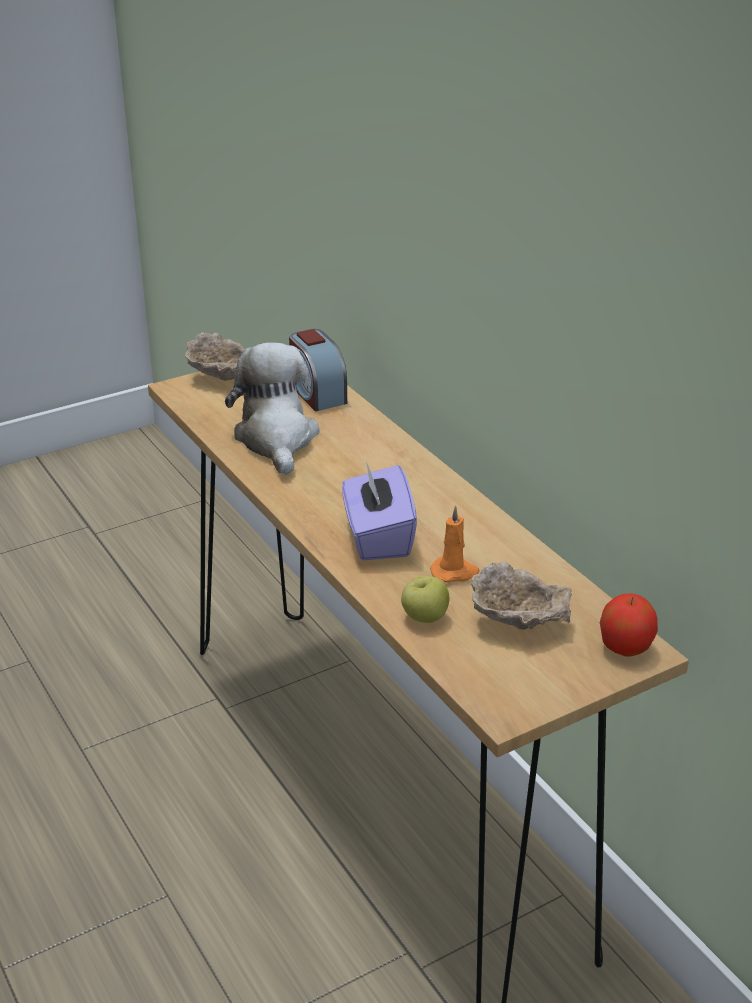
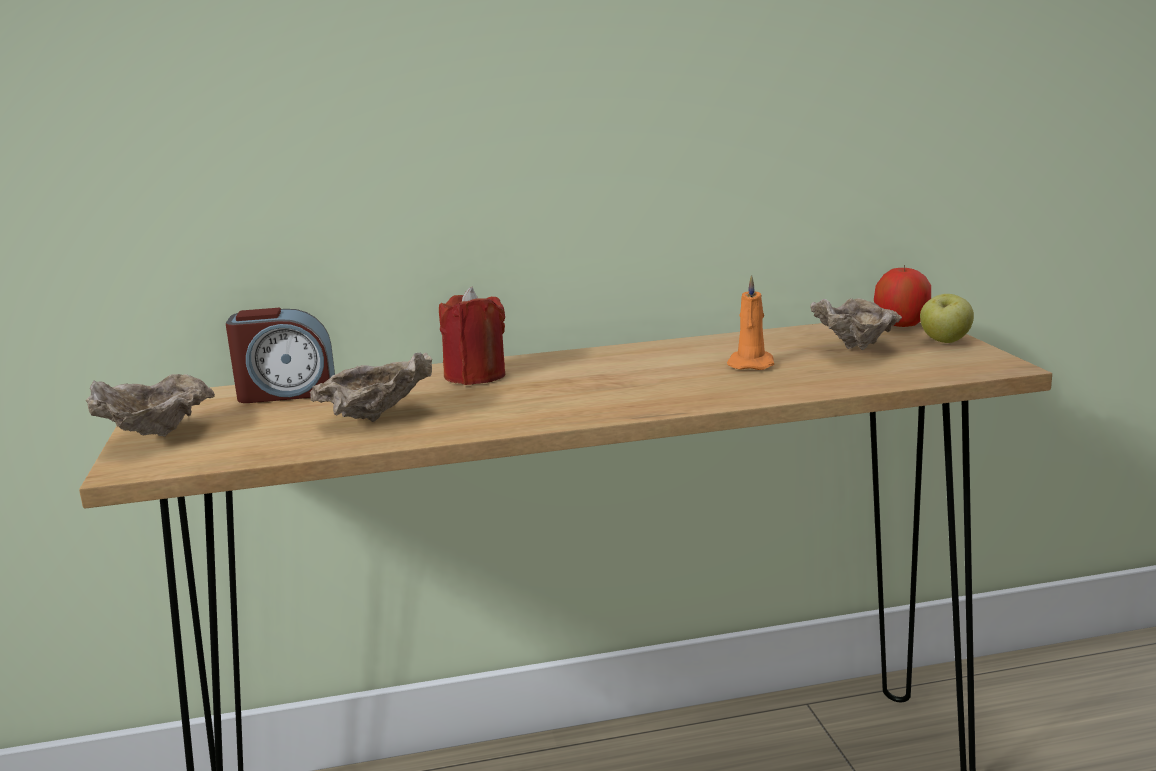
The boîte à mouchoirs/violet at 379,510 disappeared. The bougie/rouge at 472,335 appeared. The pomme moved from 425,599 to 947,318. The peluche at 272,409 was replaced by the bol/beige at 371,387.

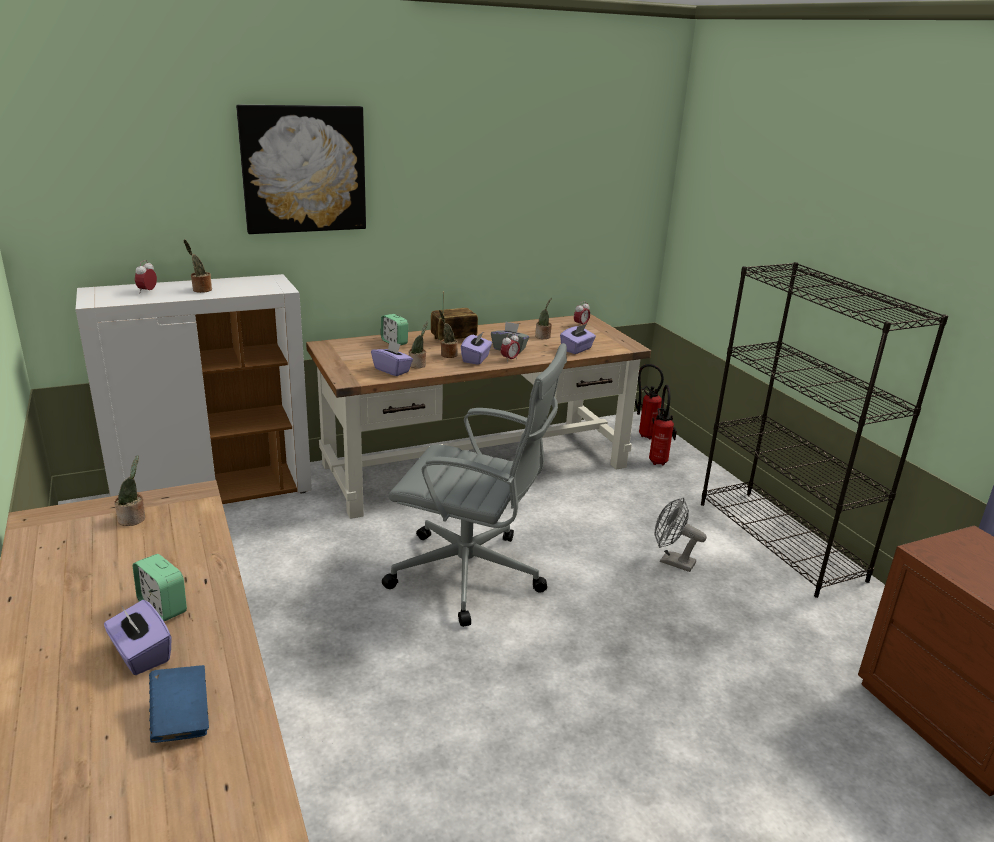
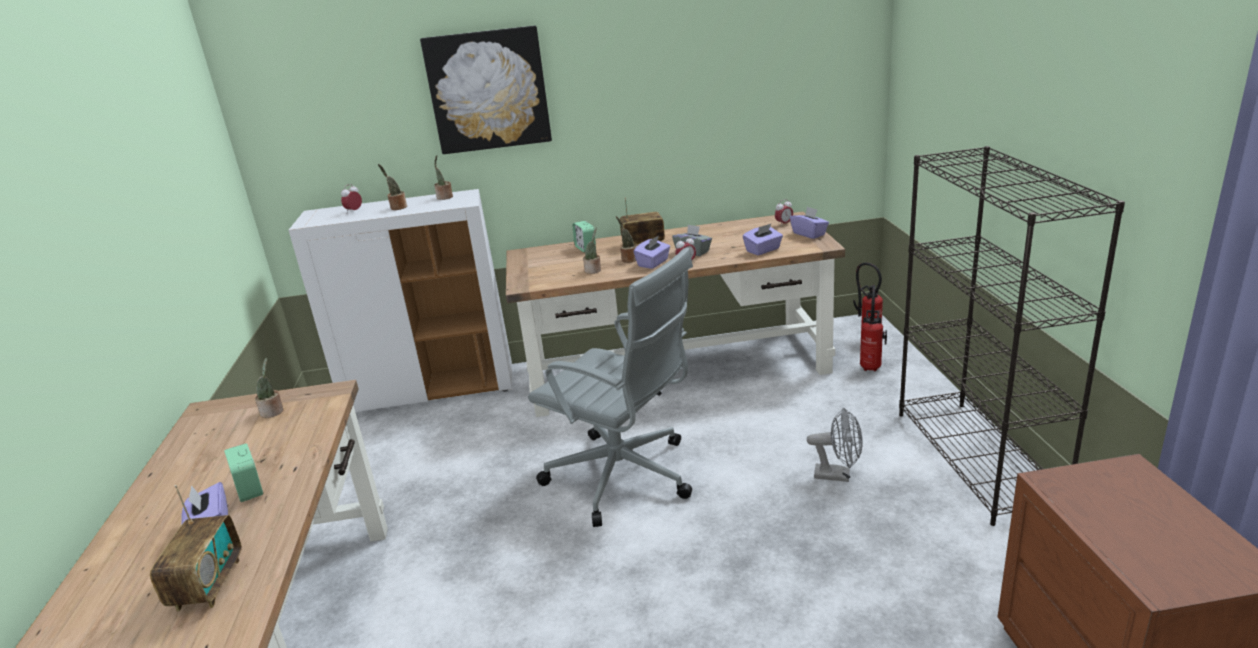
The boîte à mouchoirs/violet moved from 392,358 to 809,223. The plante en pot moved from 543,318 to 443,177. The livre/bleu at 179,704 was replaced by the radio at 196,548. The ventilateur/gris at 680,535 turned 150 degrees clockwise.

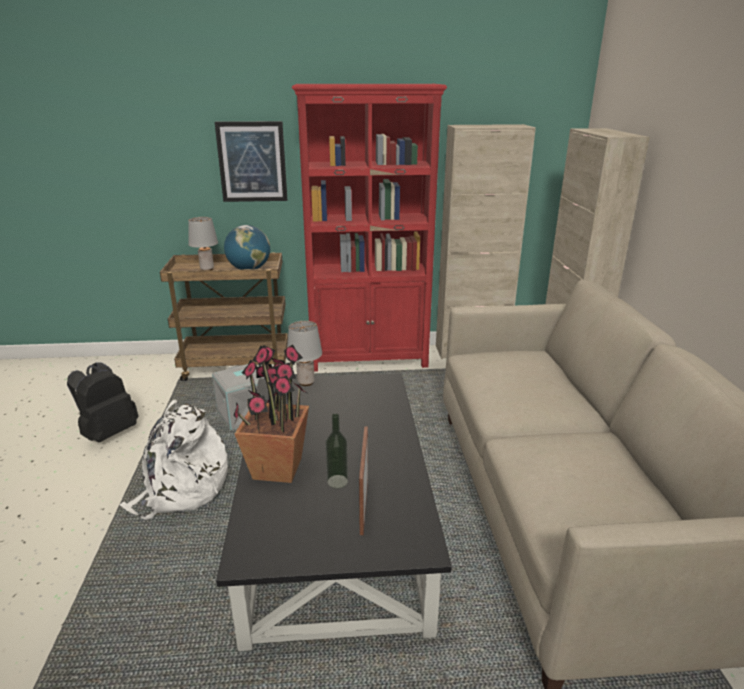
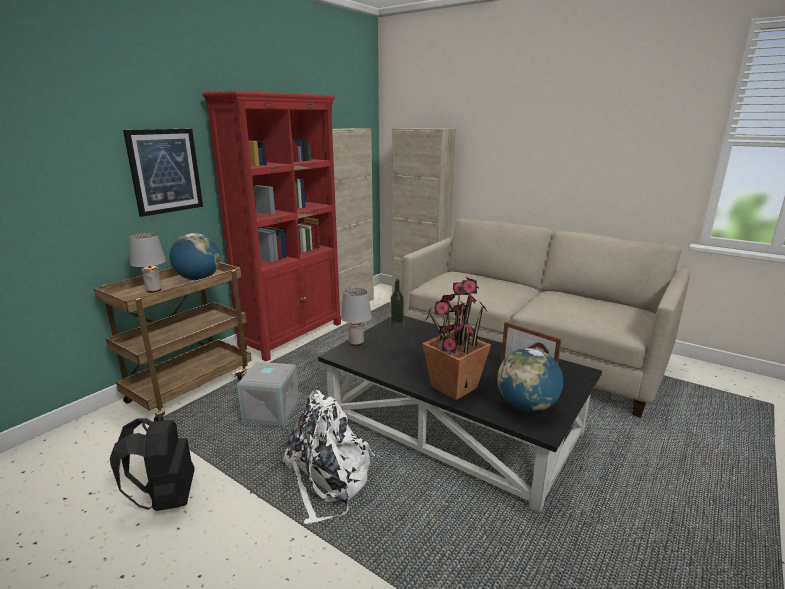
The globe at 530,380 appeared. The bouteille moved from 336,451 to 397,303.

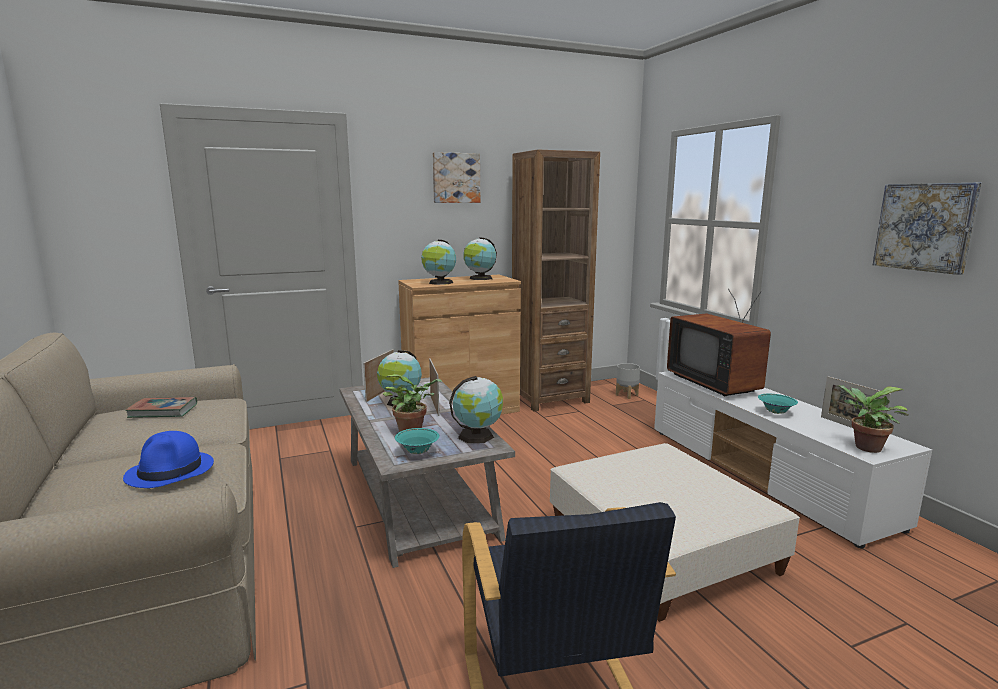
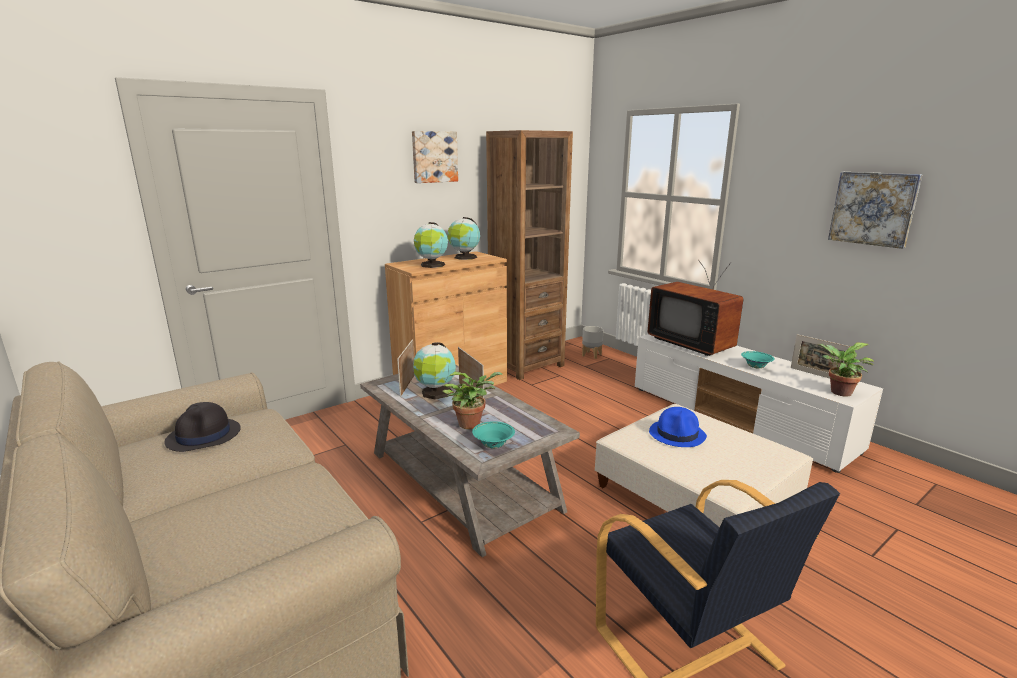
The globe at 476,409 disappeared. The chapeau/bleu moved from 168,459 to 678,427. The livre at 161,407 was replaced by the chapeau/noir at 202,427.

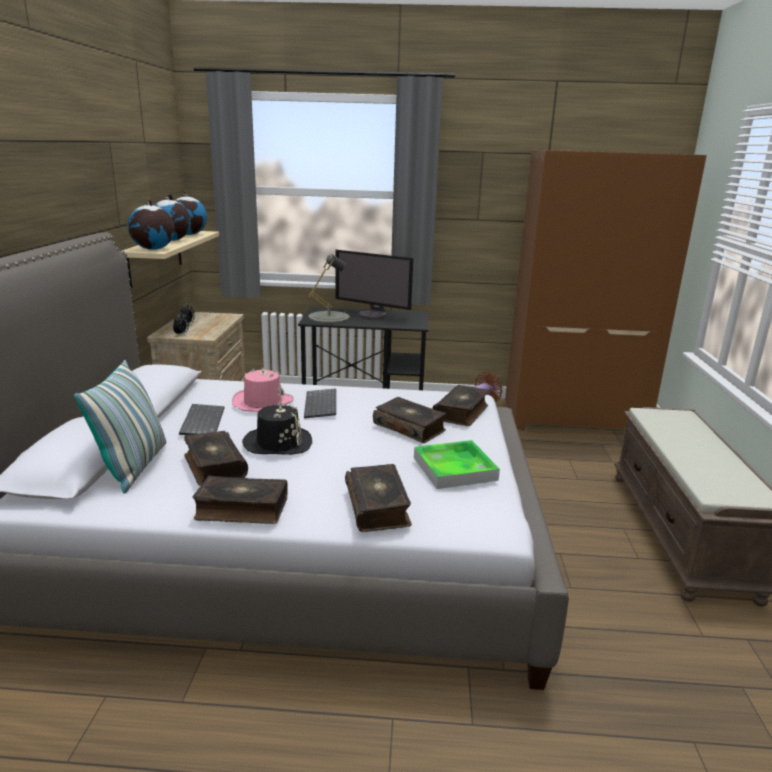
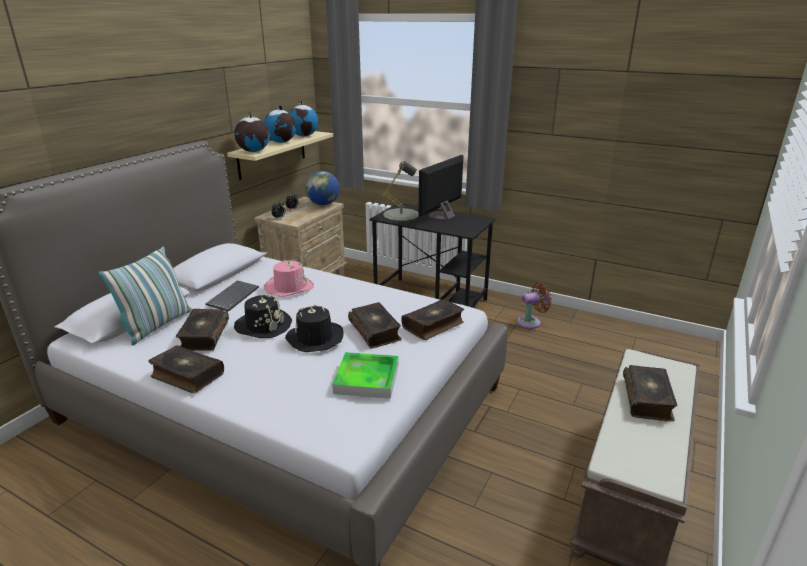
The clavier at 320,403 disappeared. The armoire/marron at 606,290 disappeared. The chapeau/noir at 314,328 appeared. The globe at 322,188 appeared. The livre moved from 378,498 to 650,393. The écran d'ordinateur at 374,284 turned 75 degrees clockwise.

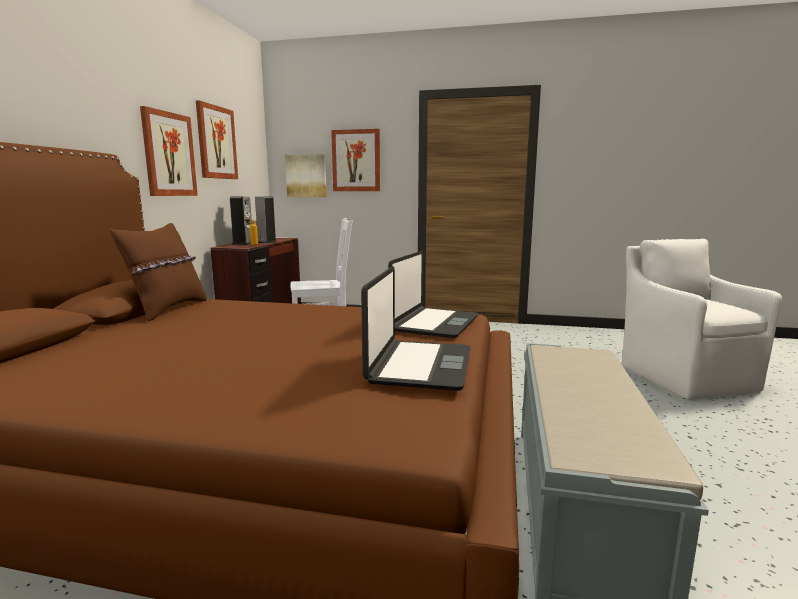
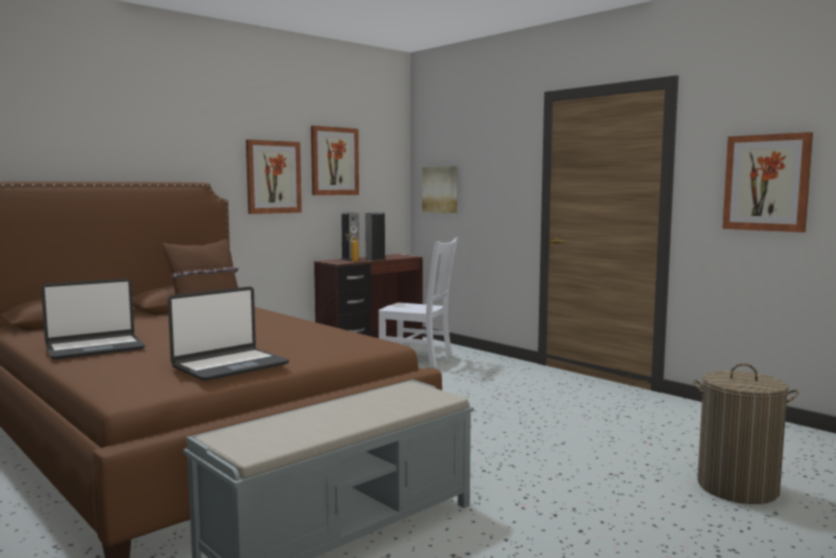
The tableau moved from 355,160 to 767,182. The ordinateur portable moved from 433,294 to 93,319. The fauteuil/blanc at 702,319 was replaced by the panier à linge at 746,433.

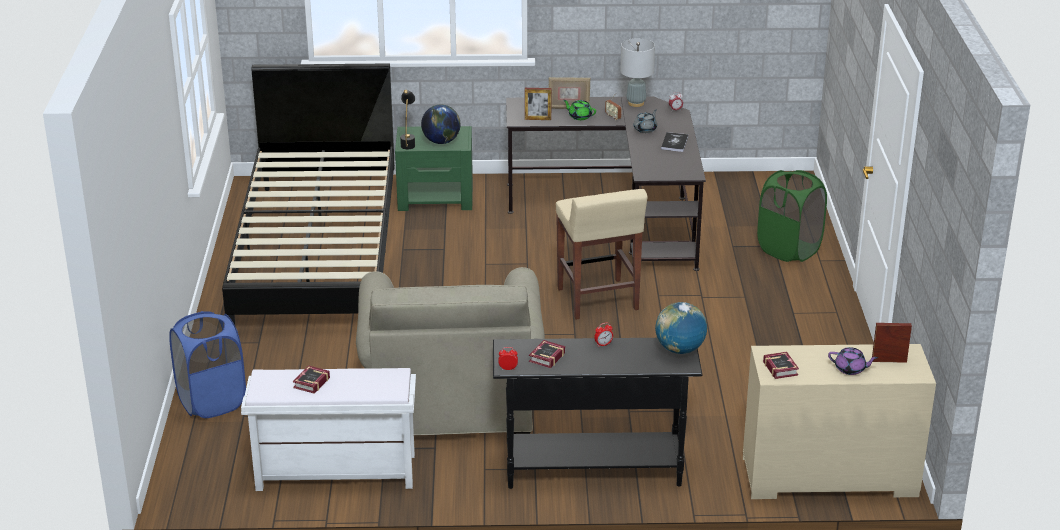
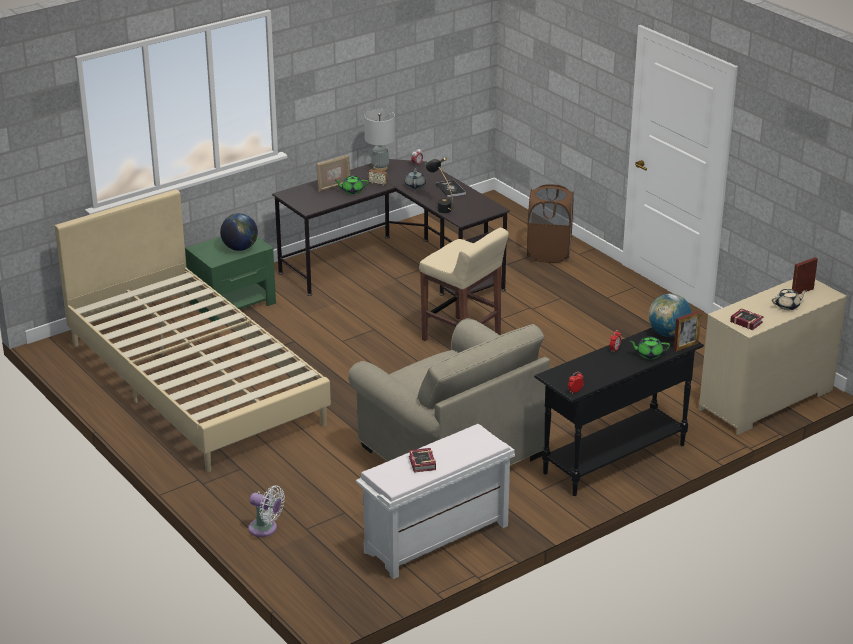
The livre at 547,354 disappeared. The théière/vert at 649,348 appeared. The lampe de table/noir moved from 407,119 to 439,185. The cadre photo moved from 538,104 to 687,331. The panier à linge/bleu at 207,364 was replaced by the ventilateur/blanc at 266,511. The lit/noir at 308,194 became the lit/beige at 192,330. The panier à linge/vert at 792,216 became the panier à linge/marron at 550,223. The théière/violet at 853,361 became the théière/beige at 790,299.

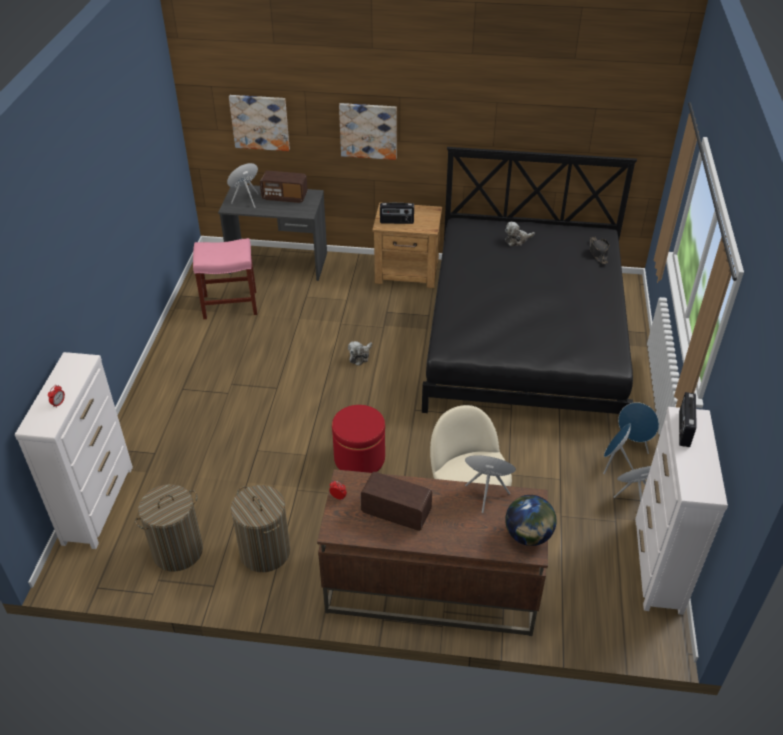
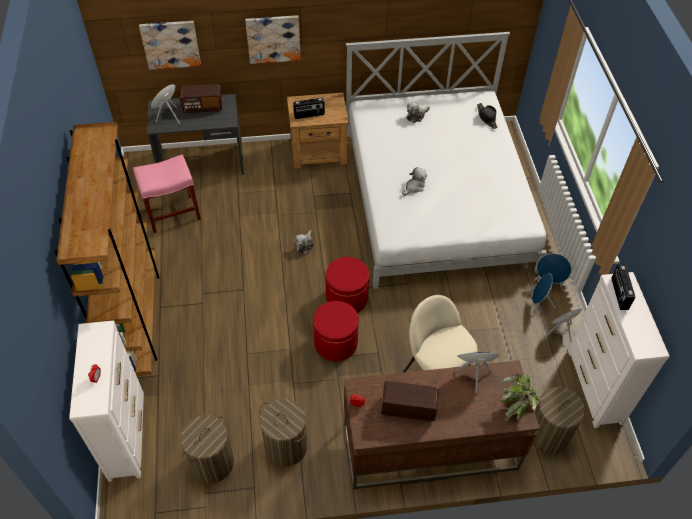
The bibliothèque/marron at 107,249 appeared. The pouf/rouge at 347,285 appeared. The peluche at 414,181 appeared. The panier à linge at 558,420 appeared. The globe at 531,520 was replaced by the plante en pot at 520,398. The lit/noir at 529,288 became the lit/blanc at 446,160.

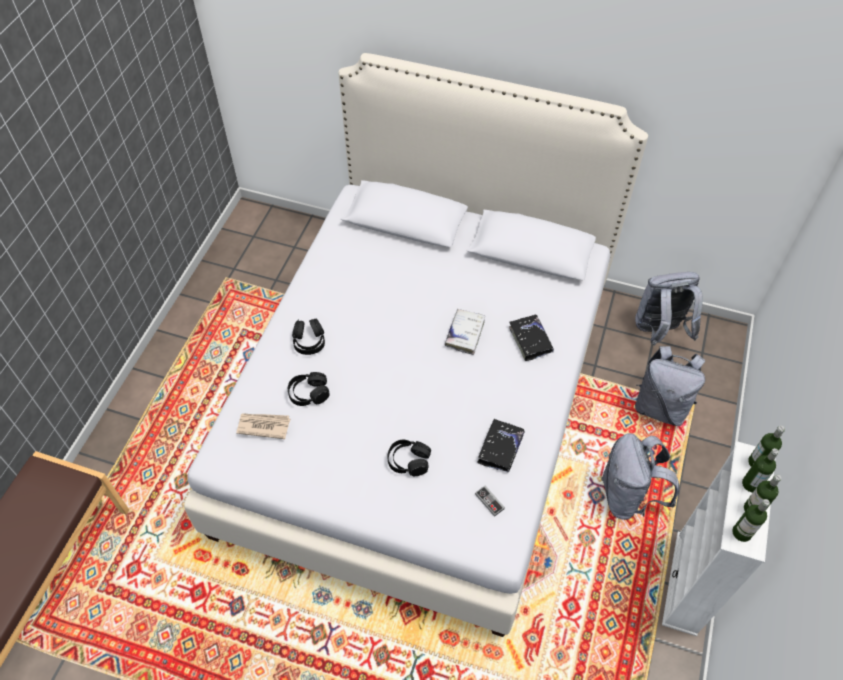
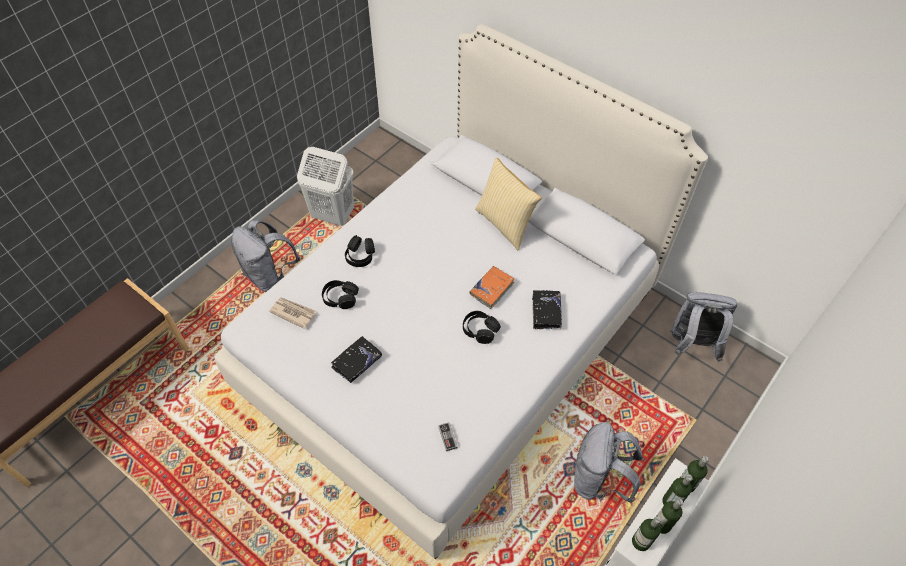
The panier à linge/blanc at 325,186 appeared. The coussin at 508,204 appeared. The casque audio/noir moved from 409,458 to 482,327. The livre/noir moved from 501,446 to 356,359. The sac à dos/gris moved from 670,386 to 265,256. The livre/blanc at 465,332 became the livre/orange at 491,287.

